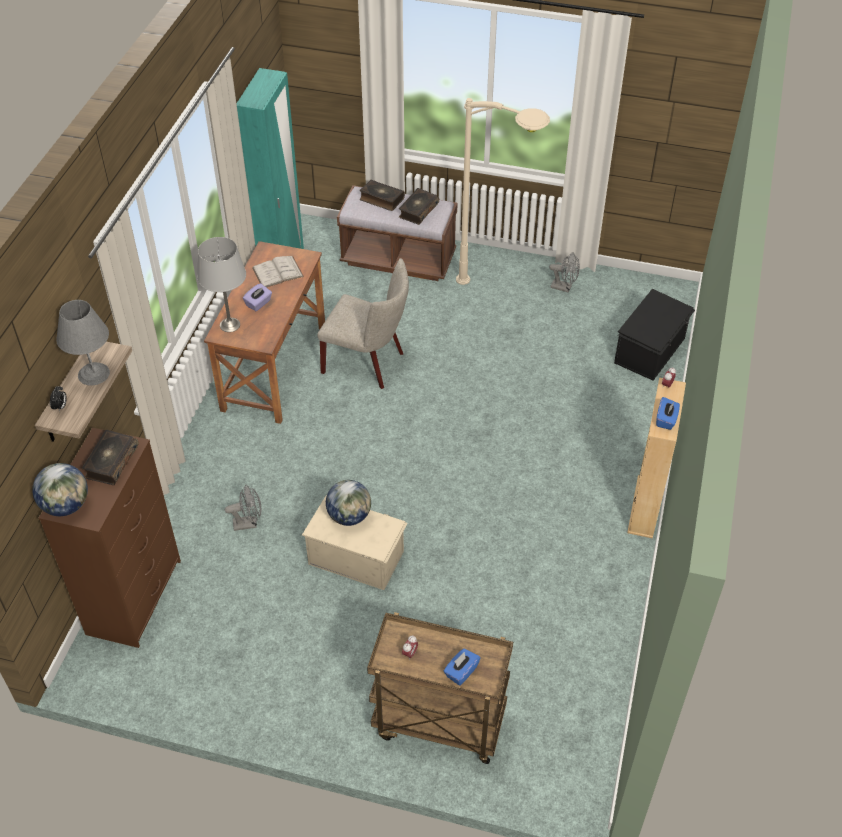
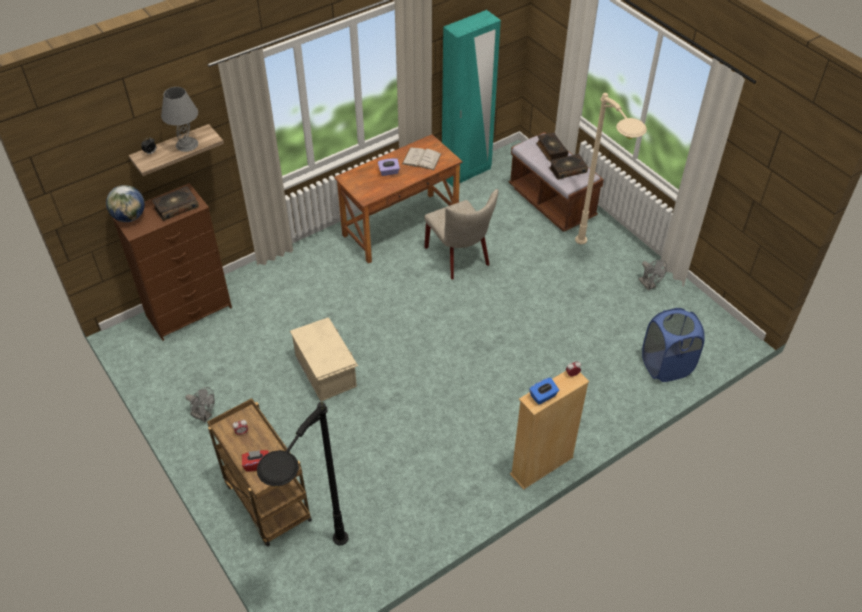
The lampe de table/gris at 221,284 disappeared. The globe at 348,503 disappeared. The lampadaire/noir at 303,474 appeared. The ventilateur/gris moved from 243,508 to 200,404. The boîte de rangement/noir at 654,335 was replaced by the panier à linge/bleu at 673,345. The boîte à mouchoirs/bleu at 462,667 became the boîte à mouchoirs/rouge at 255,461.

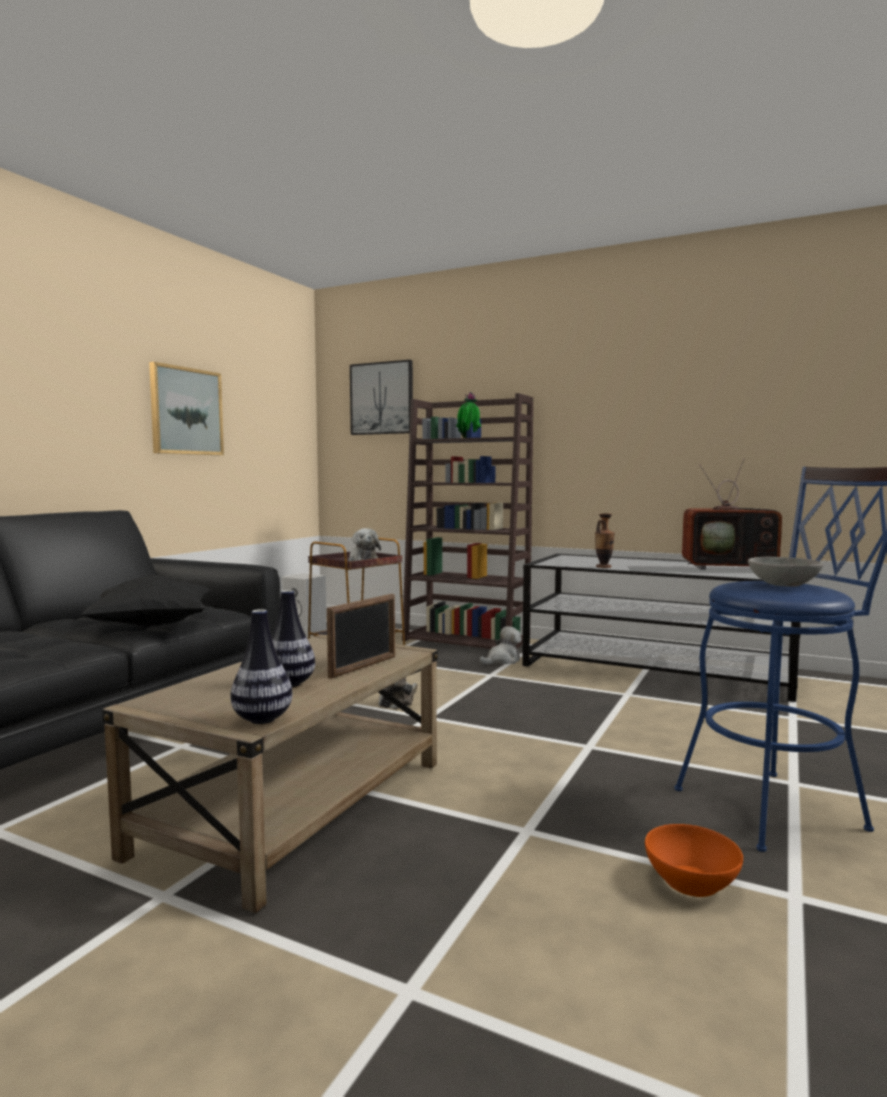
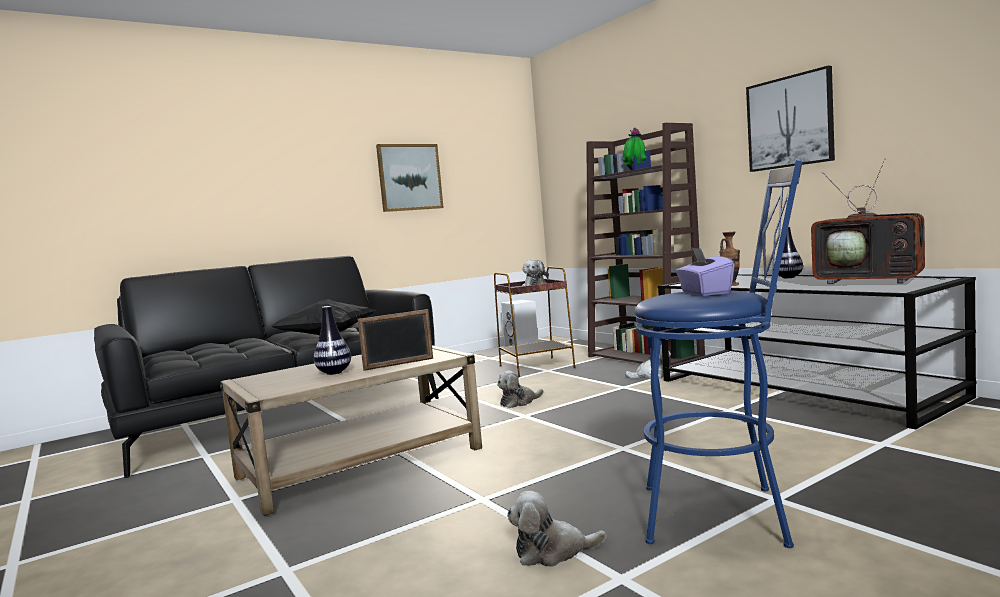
The vase moved from 261,666 to 788,252. The tableau moved from 381,397 to 790,119. The bol/orange at 694,860 was replaced by the peluche at 557,529. The bol/gris at 786,572 was replaced by the boîte à mouchoirs/violet at 705,272.

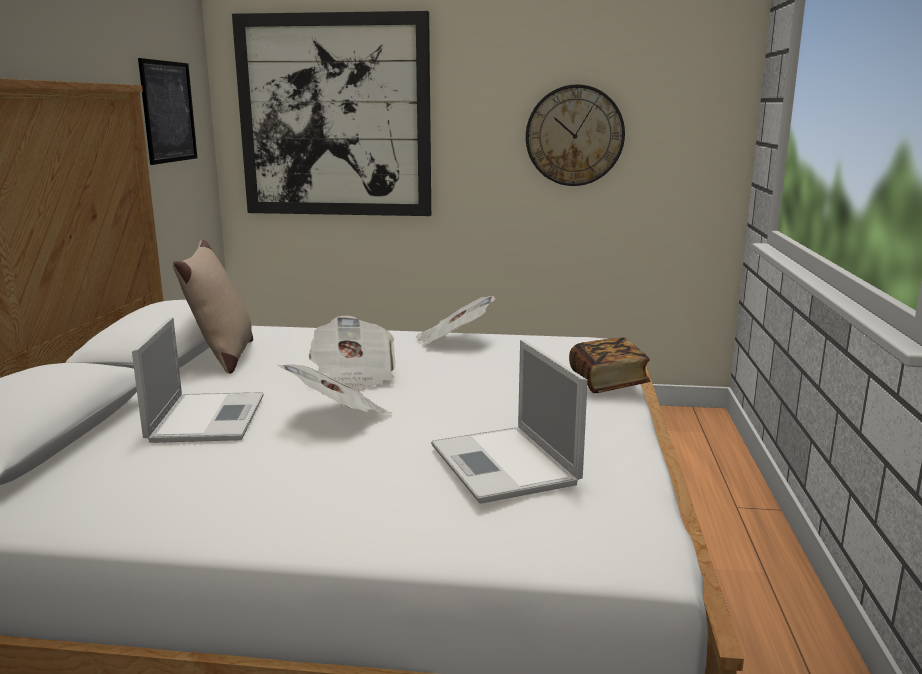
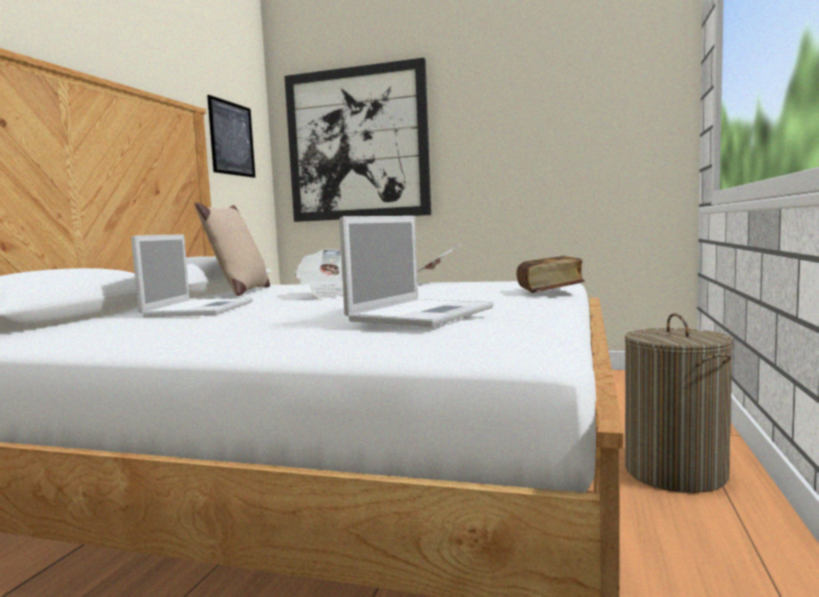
The journal at 335,389 disappeared. The horloge murale at 575,135 disappeared. The panier à linge at 679,403 appeared. The ordinateur portable at 509,421 turned 135 degrees counterclockwise.

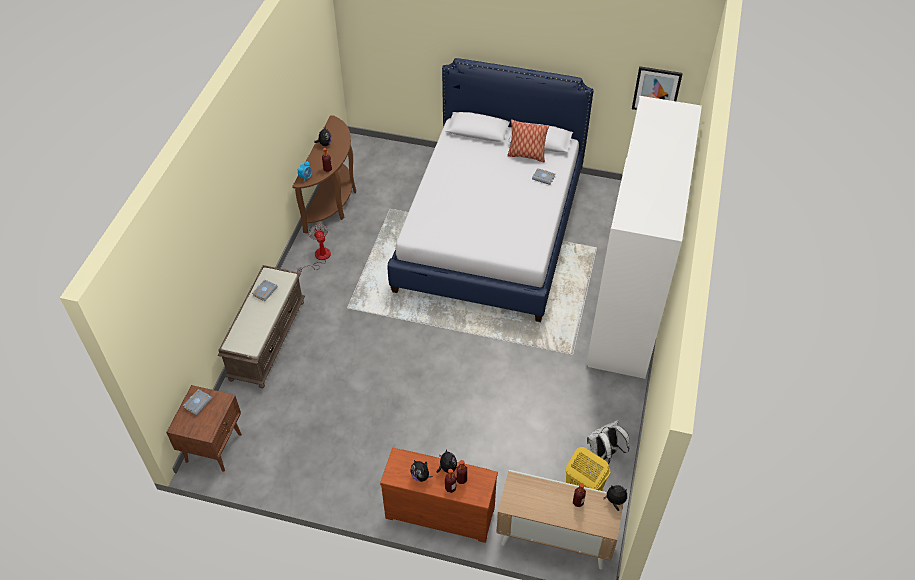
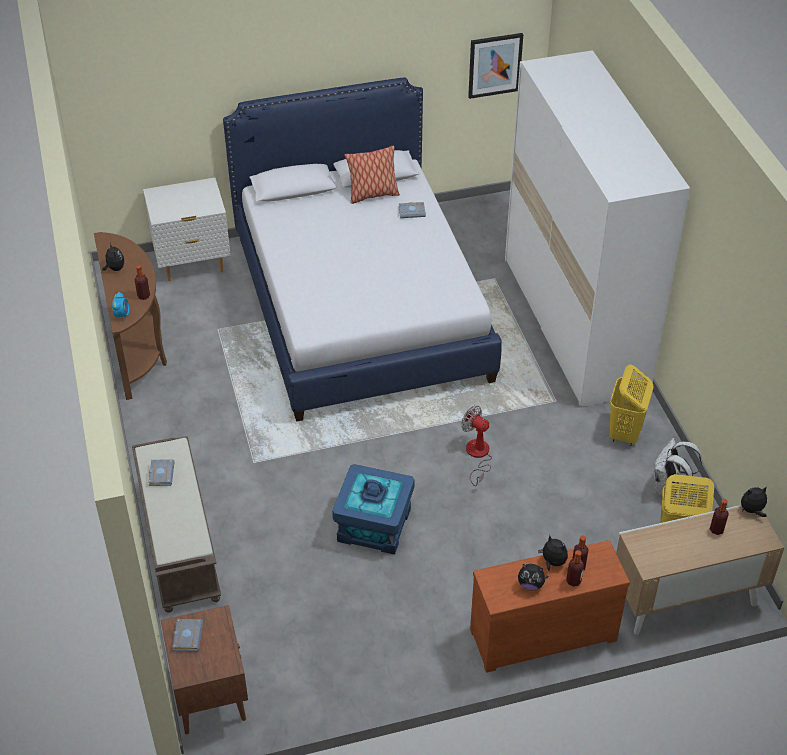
The table de chevet/blanc at 187,229 appeared. The boîte de rangement/bleu at 373,509 appeared. The panier à linge/jaune at 632,405 appeared. The ventilateur moved from 314,248 to 476,446.

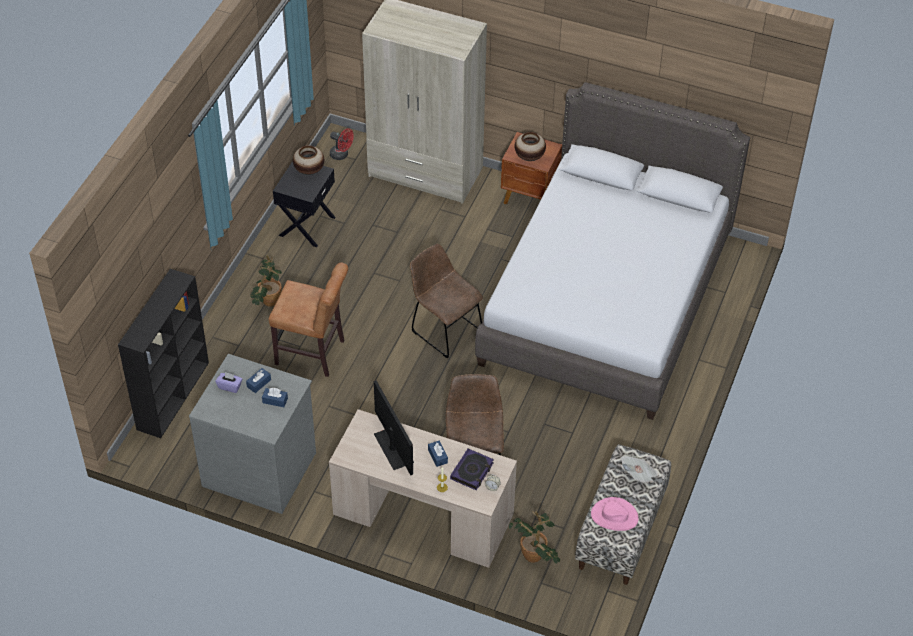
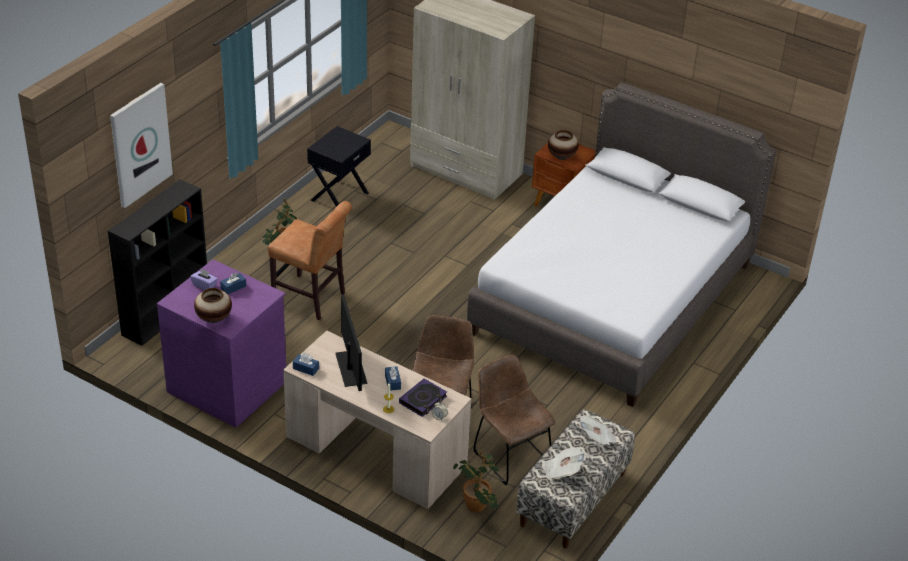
The ventilateur/rouge at 342,144 disappeared. The tableau at 141,145 appeared. The boîte à mouchoirs/bleu moved from 275,397 to 306,364. The vase moved from 308,160 to 213,305. The chaise/marron moved from 446,301 to 514,420. The chapeau/rose at 615,514 was replaced by the journal at 564,463. The commode/gris at 252,434 became the commode/violet at 221,343.

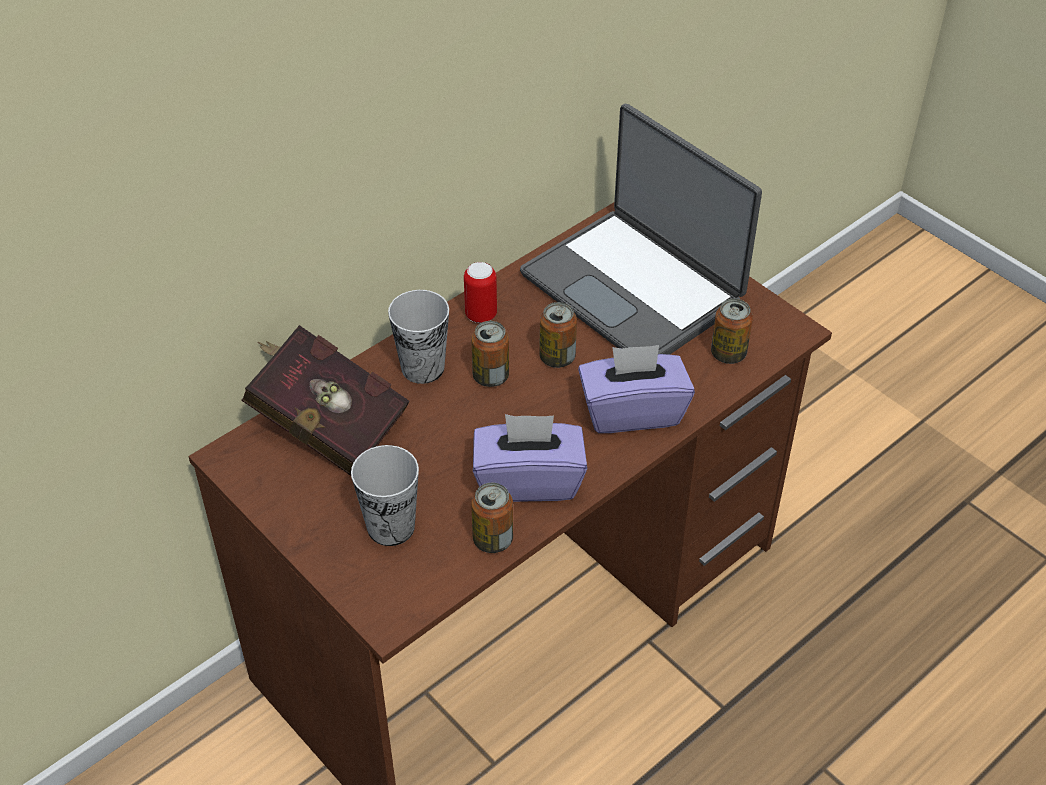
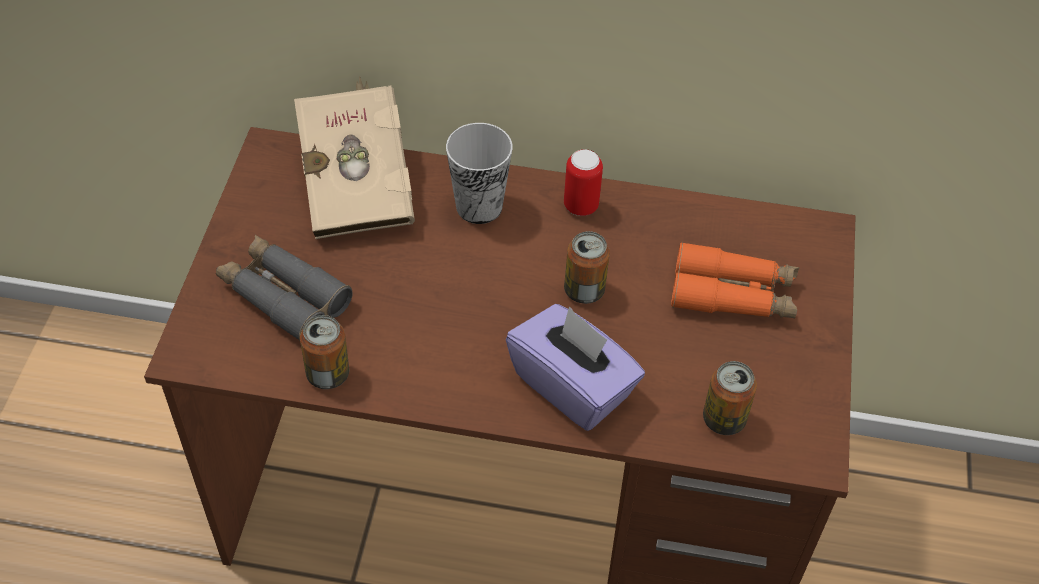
The boîte métallique at 490,354 disappeared. The boîte à mouchoirs/violet at 530,458 disappeared. The tasse at 385,495 was replaced by the jumelles/gris at 284,288. The ordinateur portable at 641,229 was replaced by the jumelles/orange at 735,280. The livre/rouge at 325,400 became the livre/beige at 354,157.

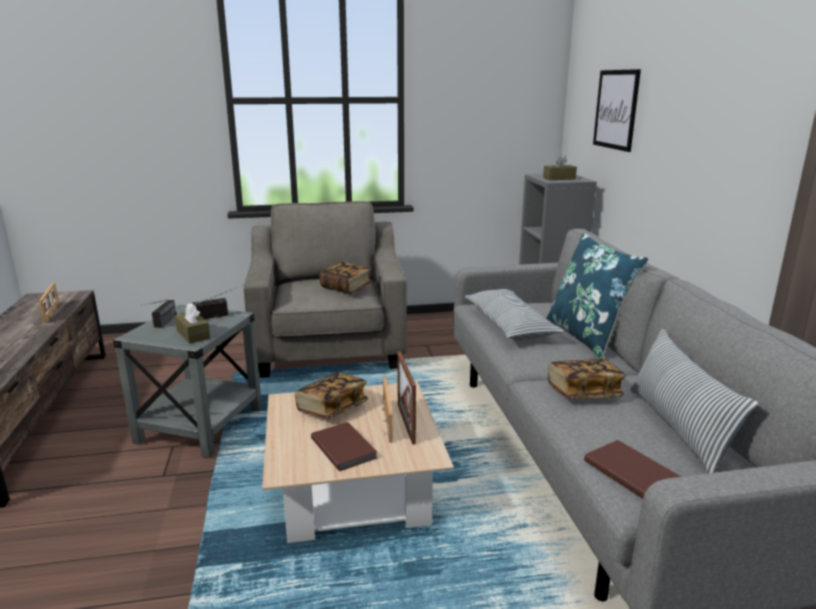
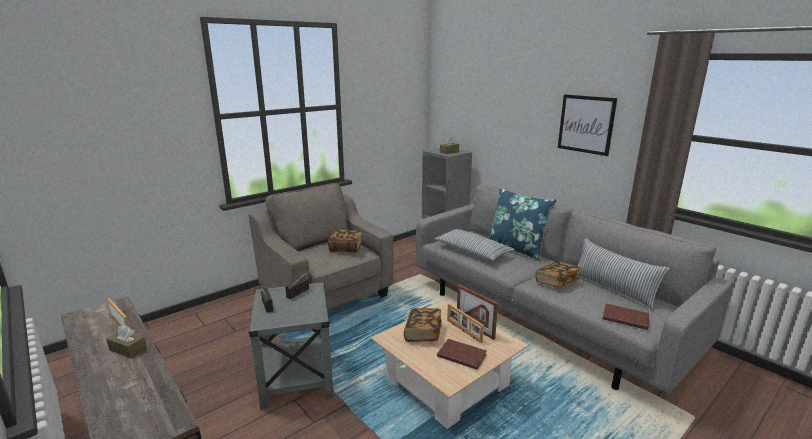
The boîte à mouchoirs/marron moved from 192,323 to 126,342. The tableau moved from 617,110 to 587,125.

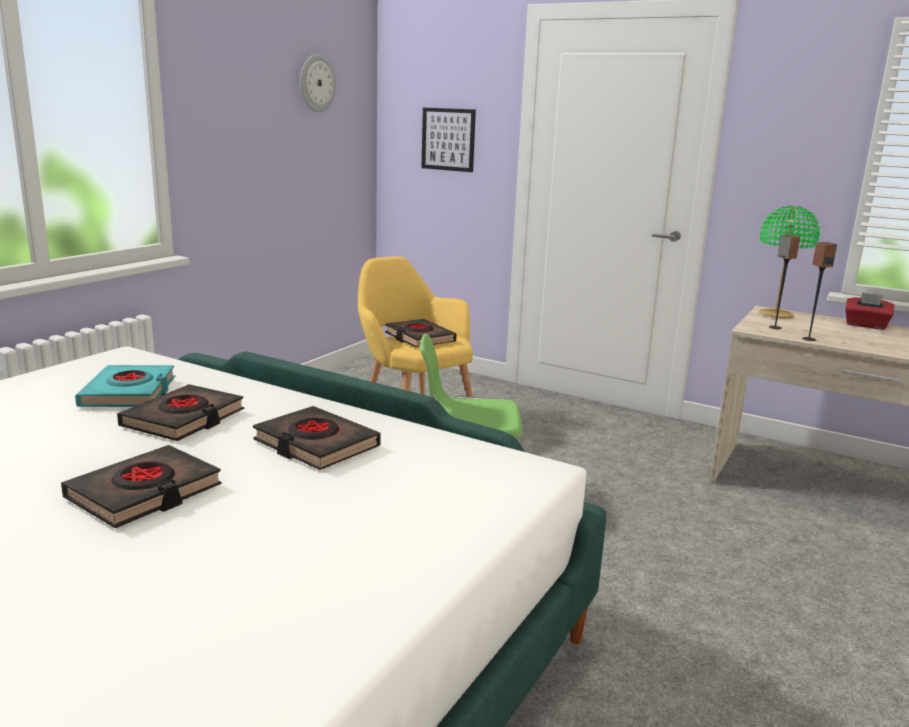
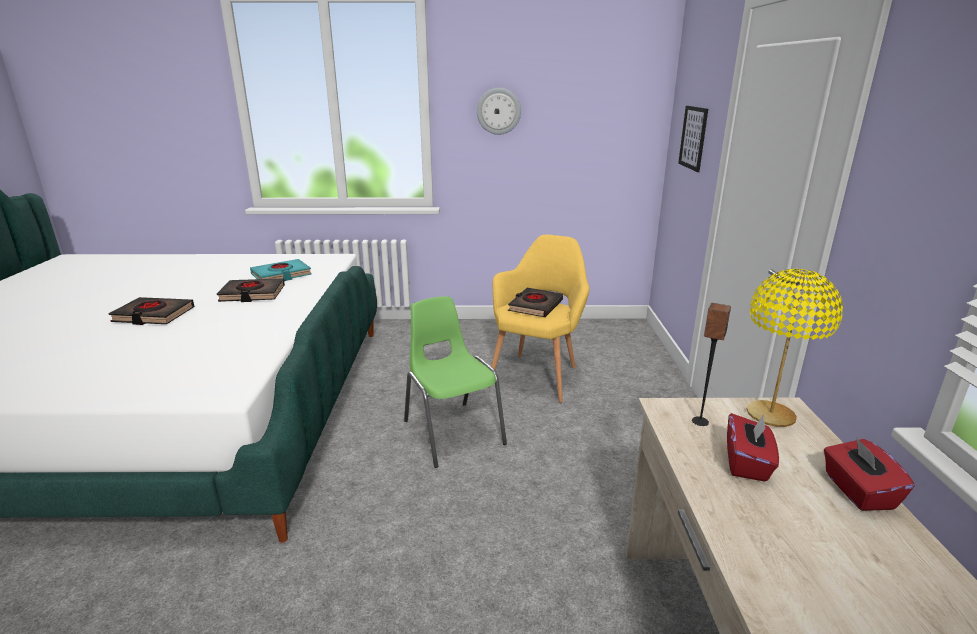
The livre/noir at 317,438 disappeared. The enceinte at 819,291 disappeared. The boîte à mouchoirs/rouge at 753,447 appeared. The horloge murale moved from 318,83 to 499,111. The lampe de table/vert at 789,262 became the lampe de table/jaune at 794,348.

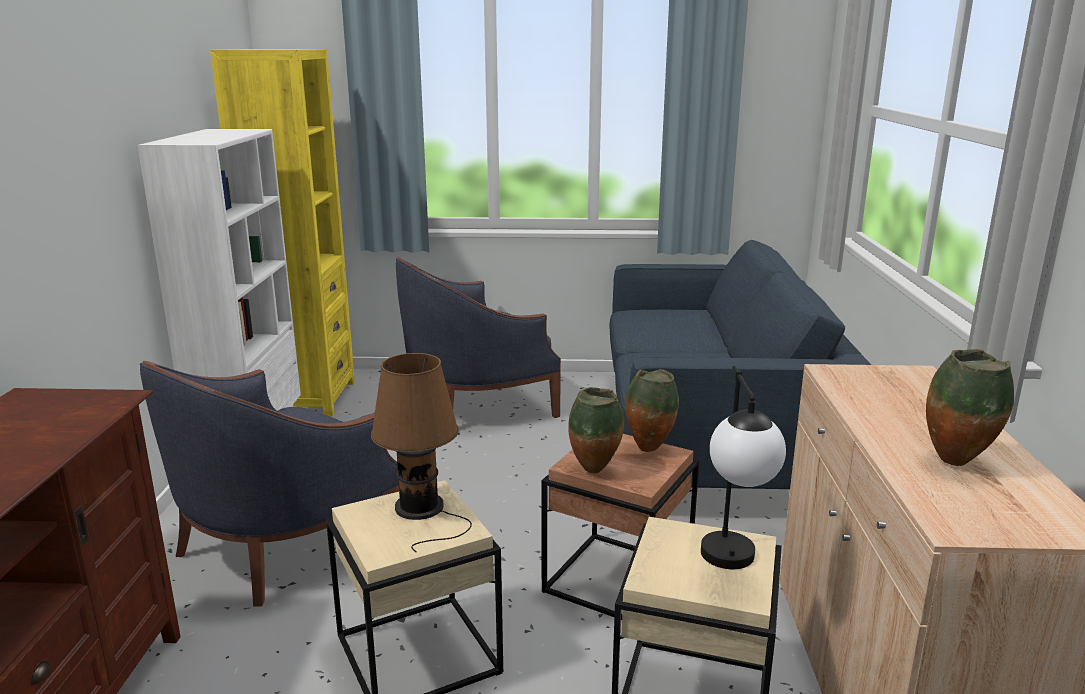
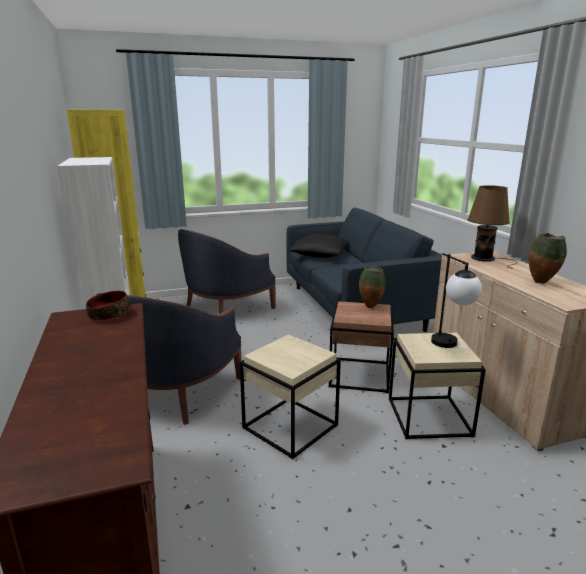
The vase at 596,430 disappeared. The bol at 108,306 appeared. The coussin/noir at 319,246 appeared. The lampe de table/marron moved from 421,452 to 492,226.

